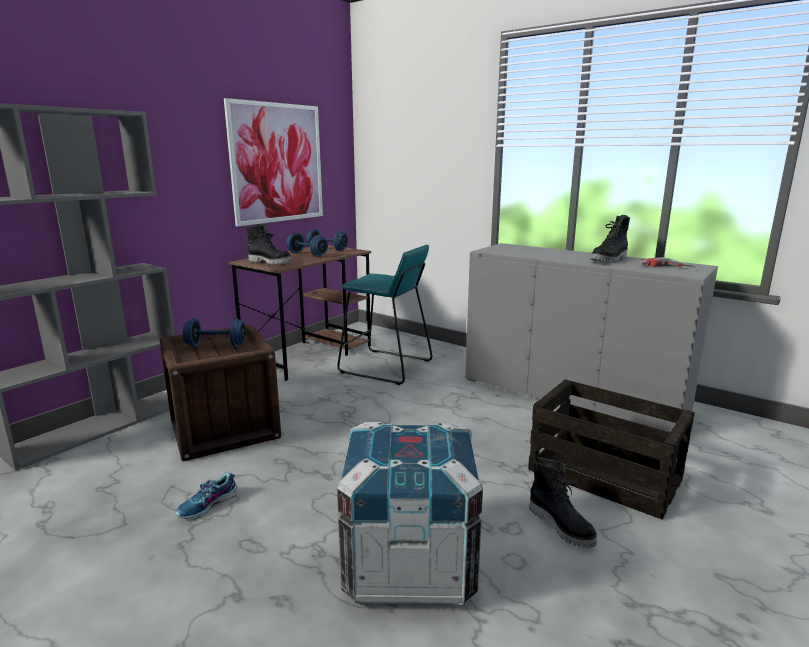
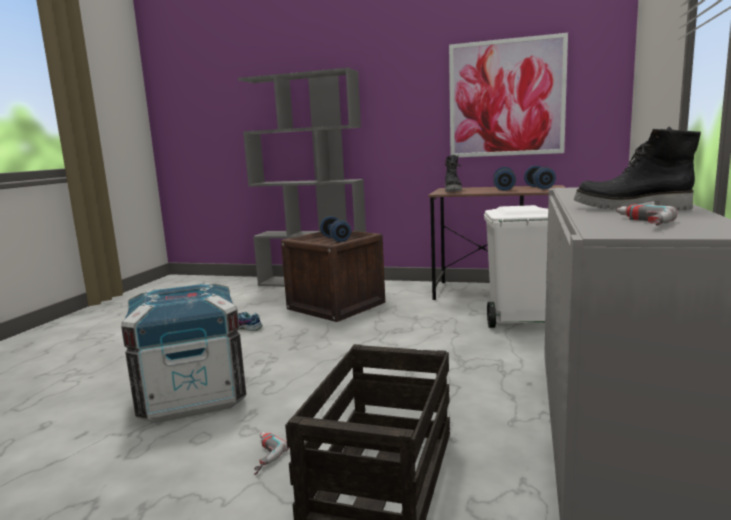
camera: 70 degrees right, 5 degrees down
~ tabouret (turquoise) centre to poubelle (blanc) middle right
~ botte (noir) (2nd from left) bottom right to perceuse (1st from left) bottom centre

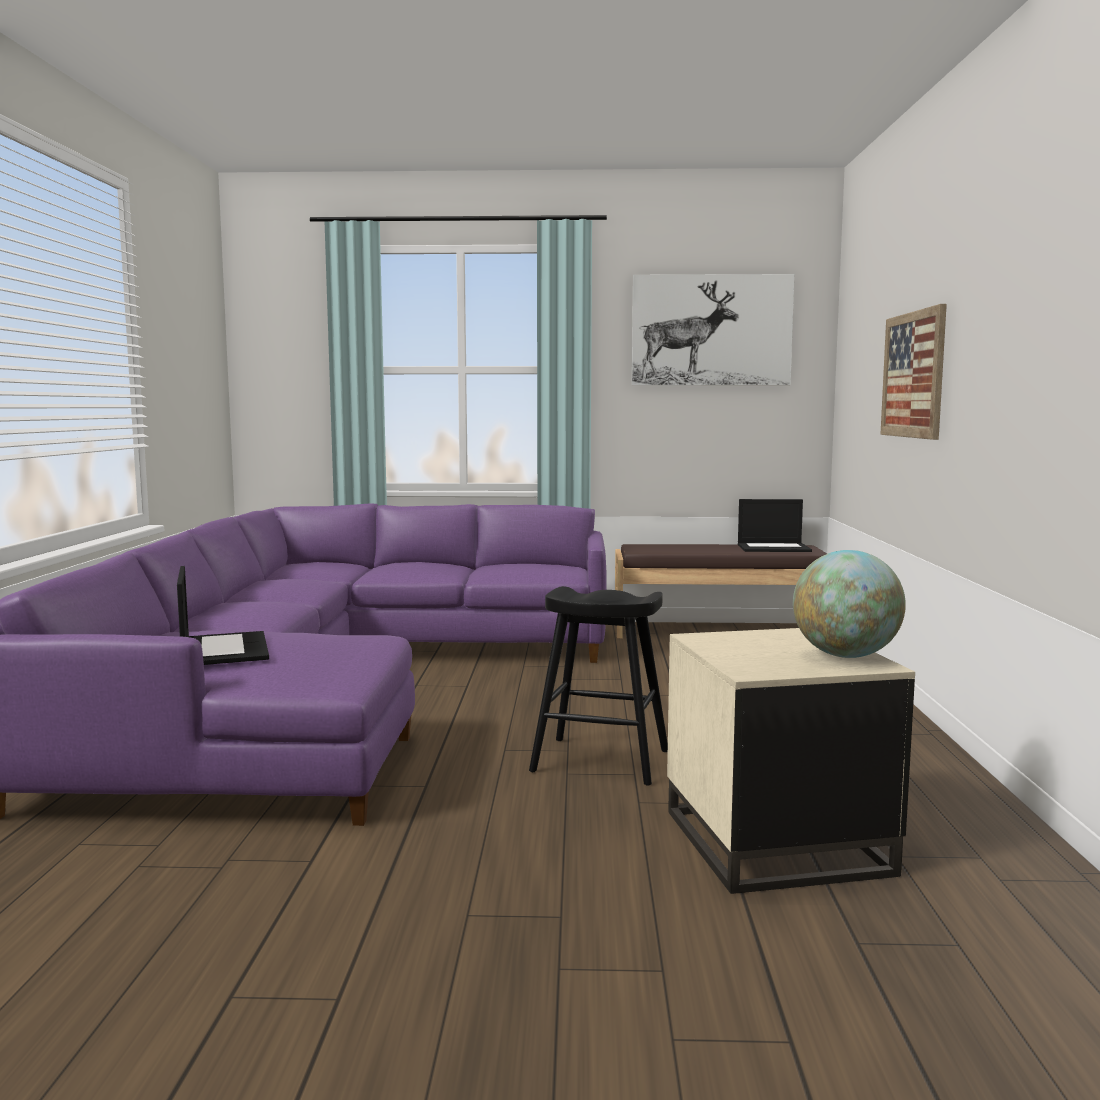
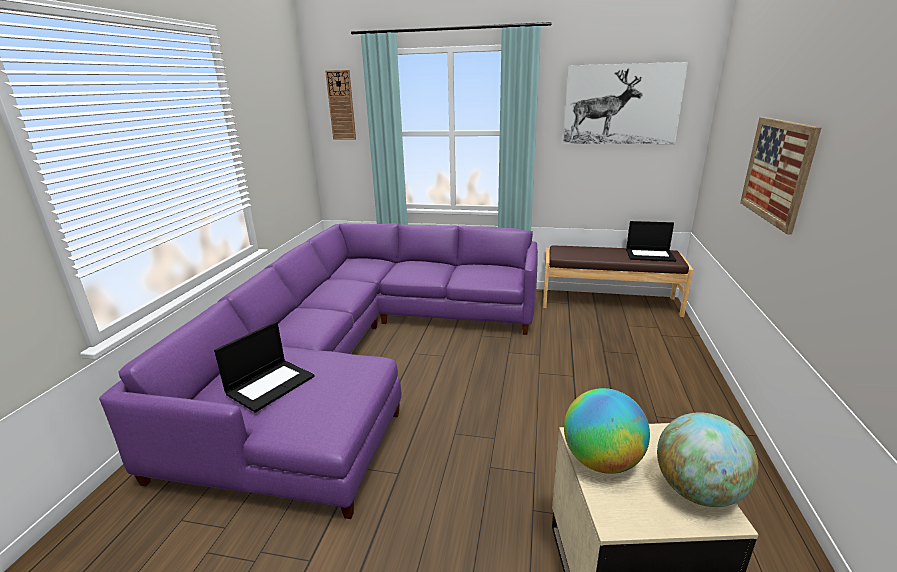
camera: 10 degrees right, 15 degrees up
~ ordinateur portable (1st from left) middle left = middle left 45 degrees clockwise
- tabouret (noir) centre
+ horloge murale top centre
+ globe (1st from left) bottom right

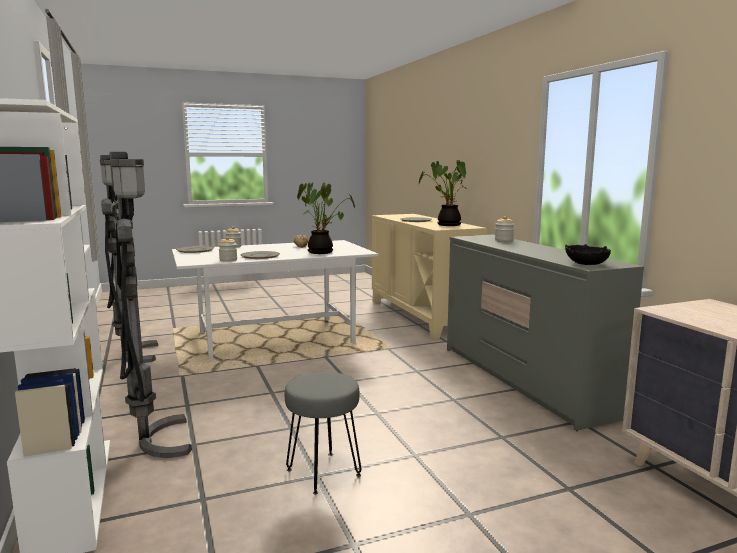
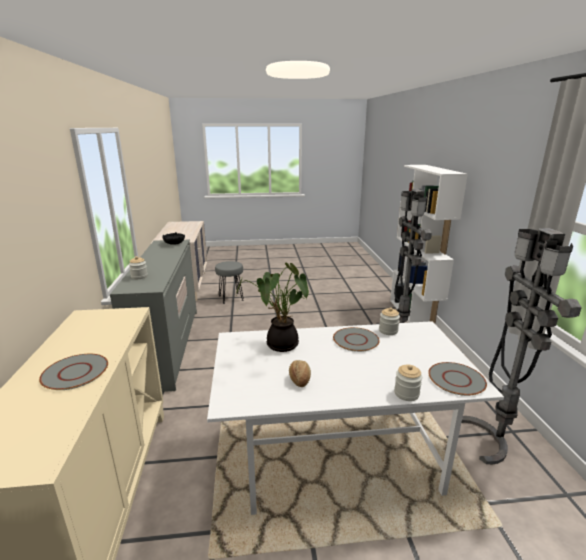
camera: 165 degrees left, 10 degrees up
- plante en pot (2nd from left) centre
~ tabouret (gris) bottom centre to centre

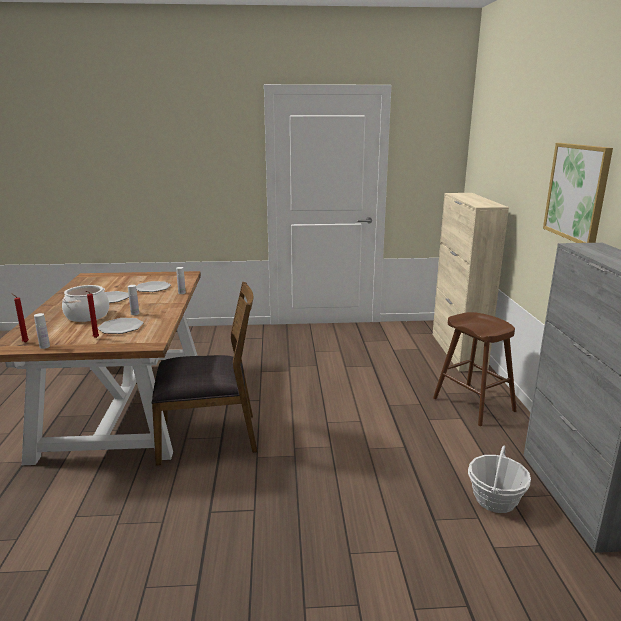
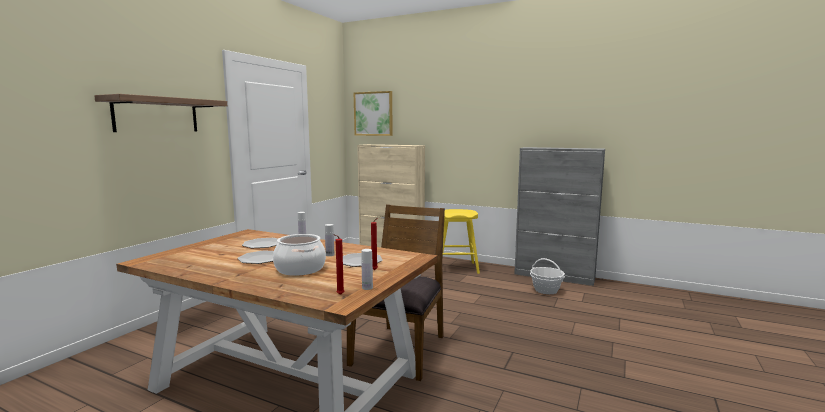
camera: 60 degrees left, 10 degrees down
~ tableau top right to top centre
~ tabouret (marron) middle right to tabouret (jaune) centre
+ étagère top left

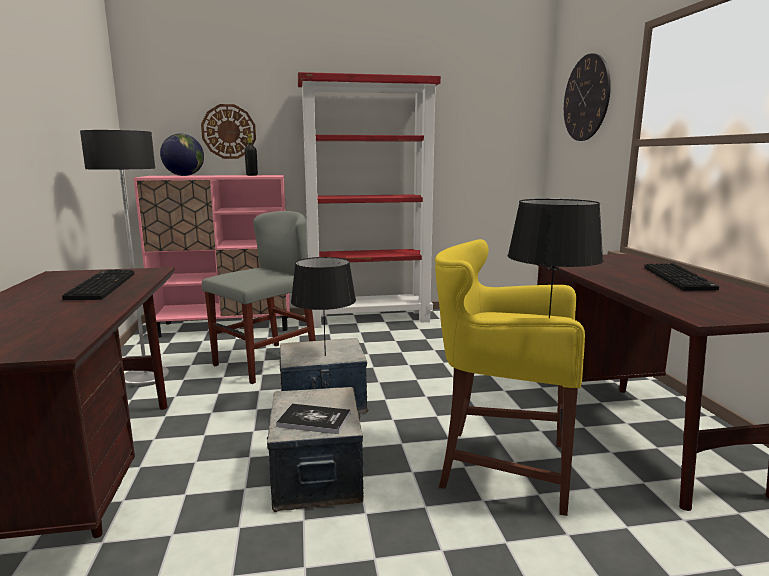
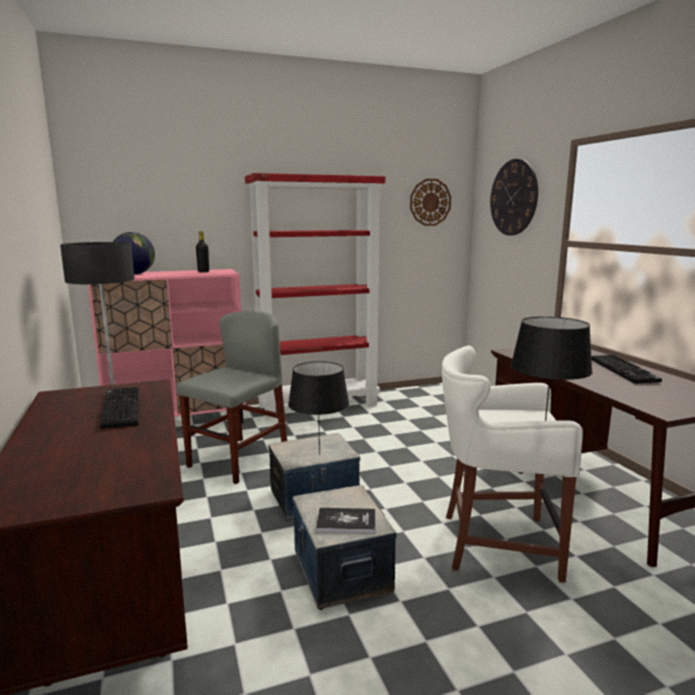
camera: 10 degrees left, 0 degrees up
~ horloge murale (1st from left) top left to top centre
~ tabouret (jaune) centre to tabouret (blanc) bottom right

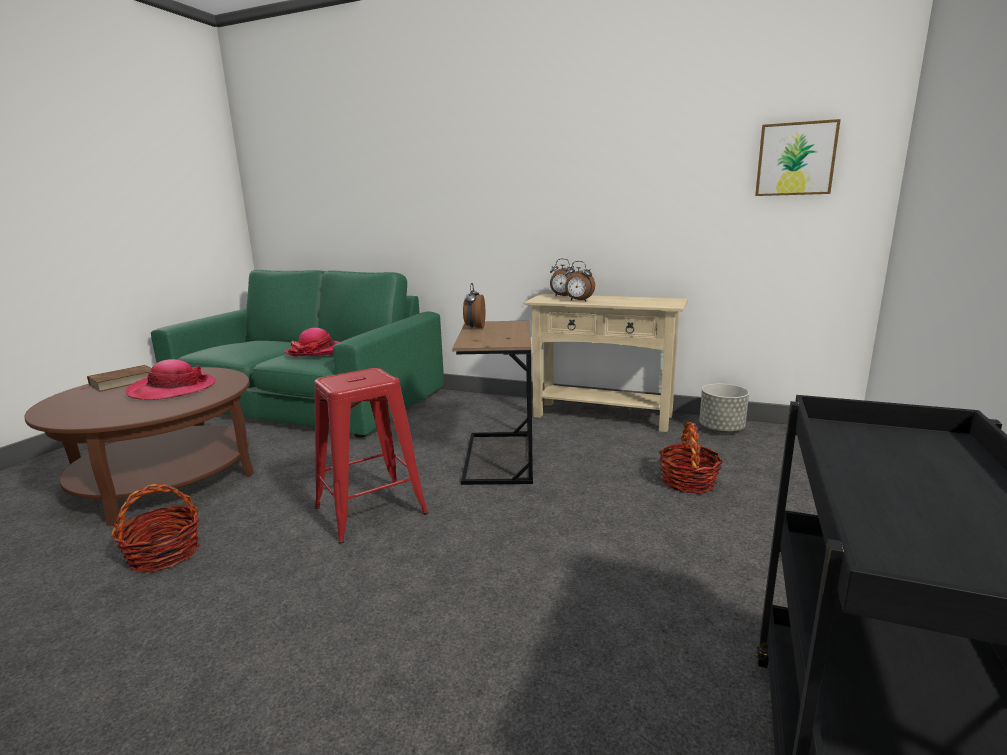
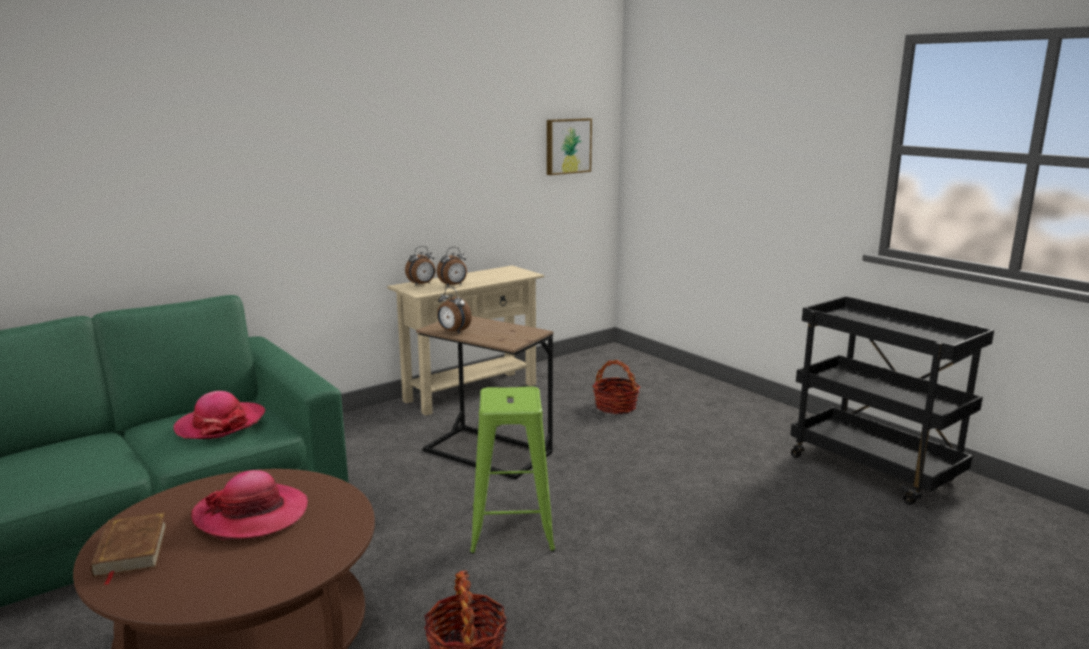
camera: 60 degrees left, 0 degrees up
~ tabouret (rouge) centre to tabouret (vert) bottom centre
- cache-pot (gris) middle right

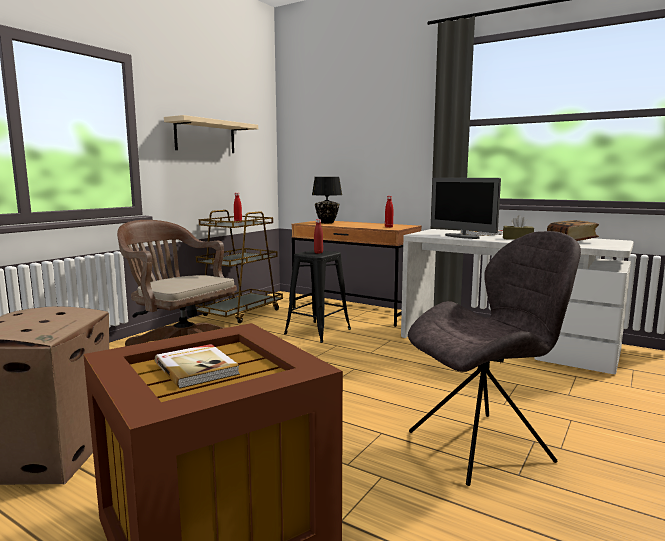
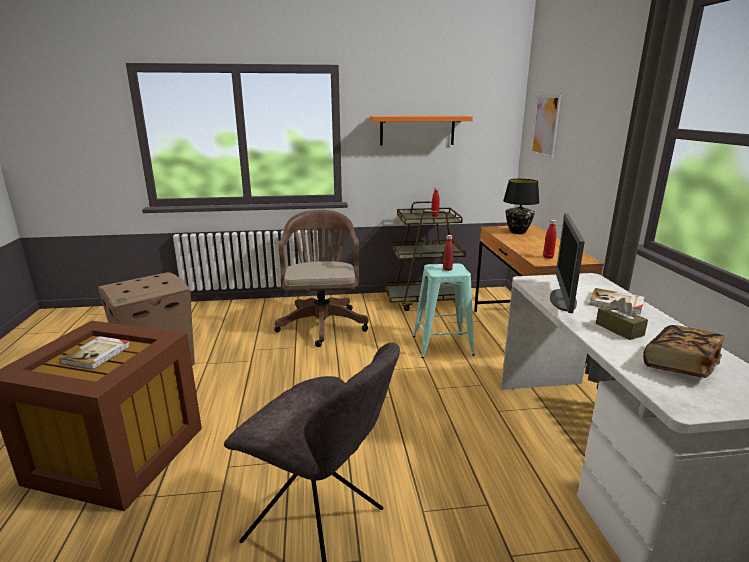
camera: 50 degrees right, 10 degrees up
~ étagère (beige) top left to étagère (orange) top centre
~ tabouret (noir) centre to tabouret (turquoise) centre
+ tableau top right

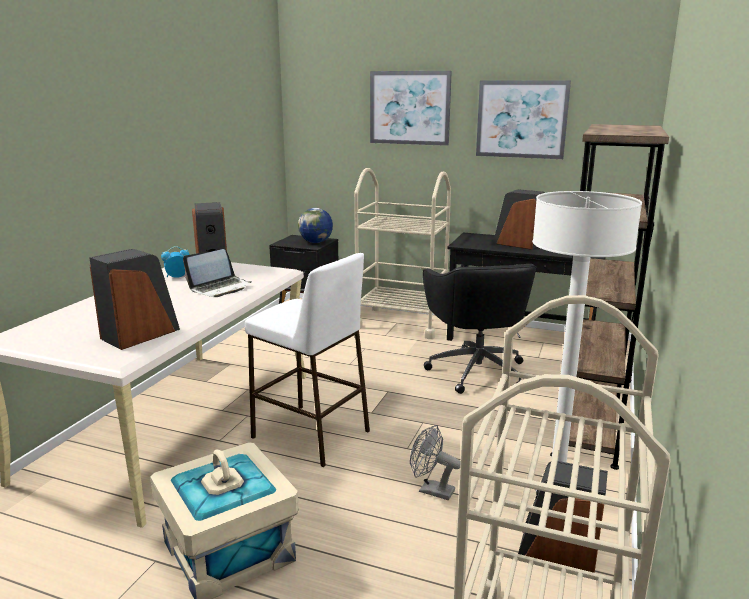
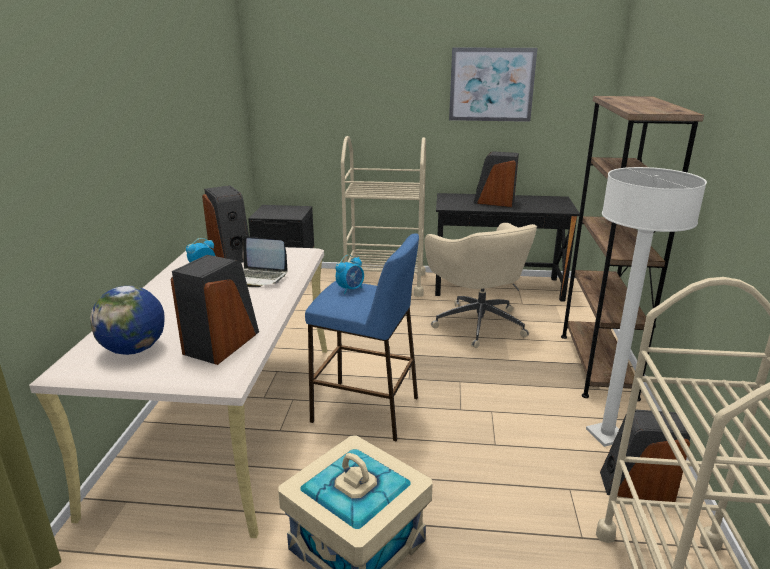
camera: 15 degrees left, 5 degrees up
- tableau (1st from left) top centre
~ globe centre to middle left
~ ordinateur portable middle left = centre 75 degrees clockwise
~ tabouret (blanc) centre to tabouret (bleu) centre
~ chaise de bureau (noir) centre to chaise de bureau (beige) centre
- ventilateur (gris) bottom centre
+ réveil (2nd from left) centre

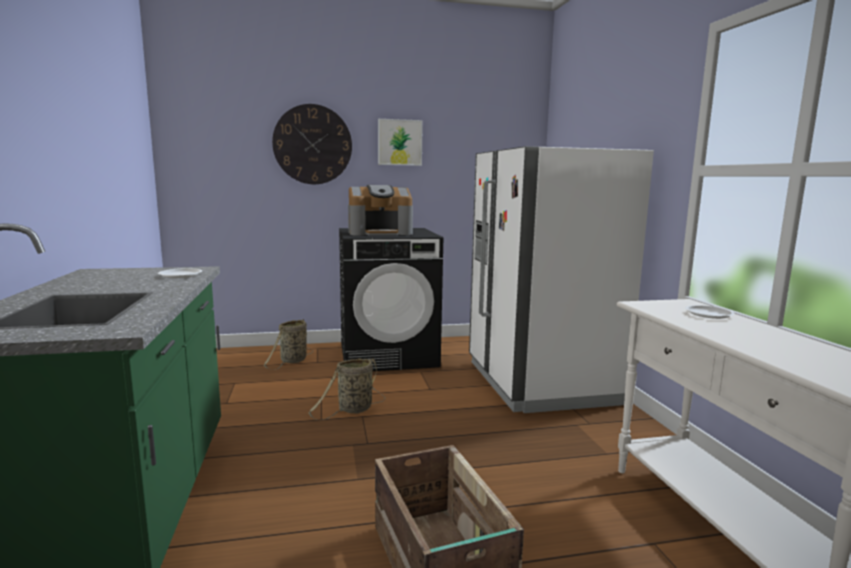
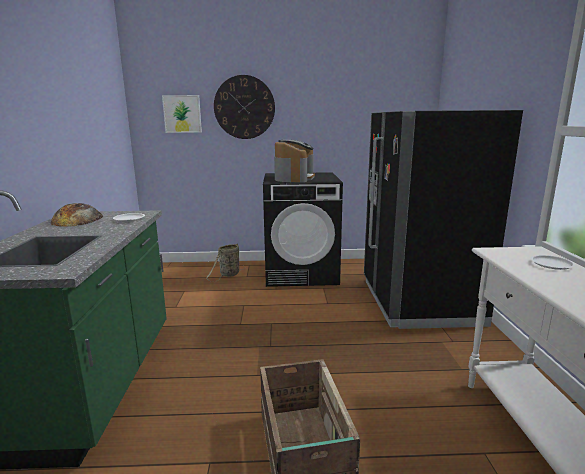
camera: 10 degrees right, 5 degrees up
~ tableau top centre to top left
~ réfrigérateur (blanc) centre to réfrigérateur (noir) middle right
~ machine à café centre = centre 75 degrees counterclockwise
- panier (2nd from left) bottom centre
+ pain middle left

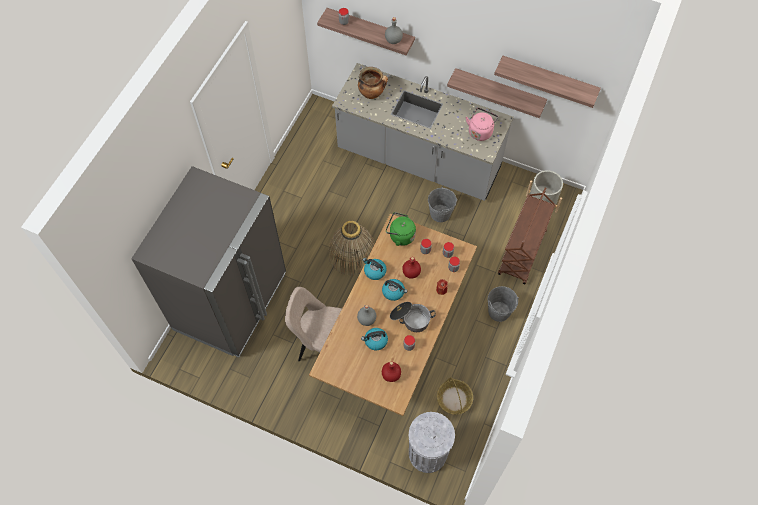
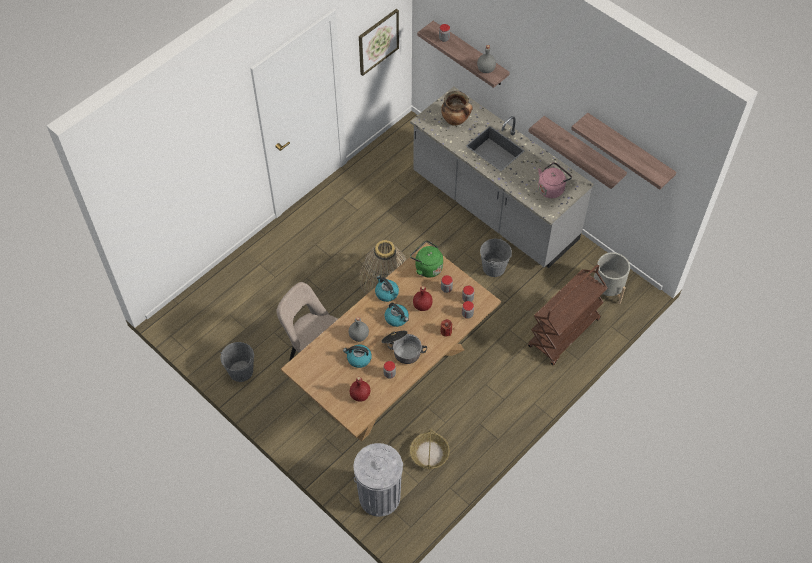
camera: 20 degrees right, 5 degrees down
- réfrigérateur (gris) middle left
~ seau (gris) (2nd from left in the first image) centre to seau (gris) (1st from left) middle left
+ tableau top centre

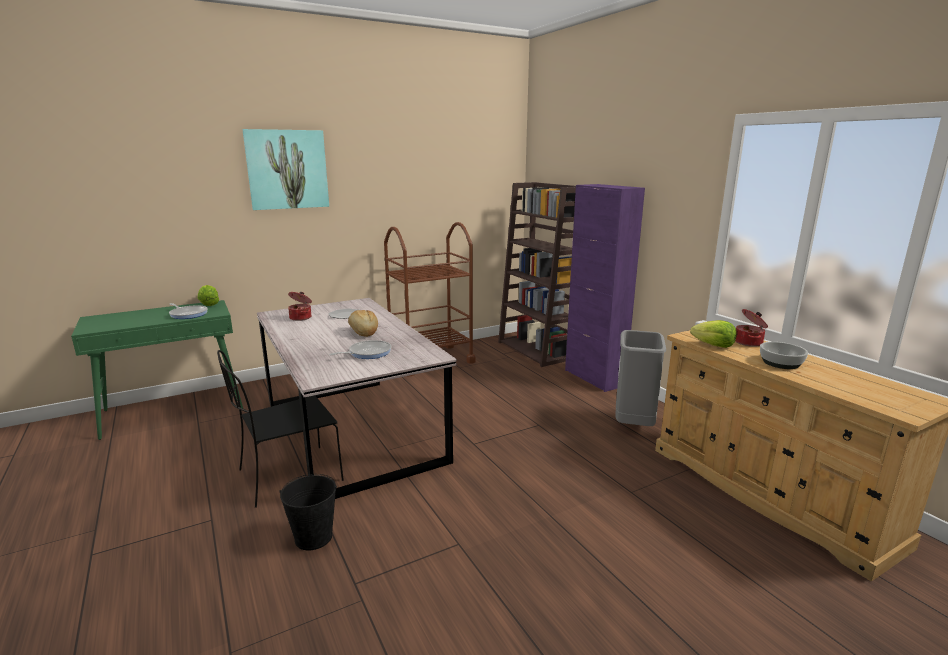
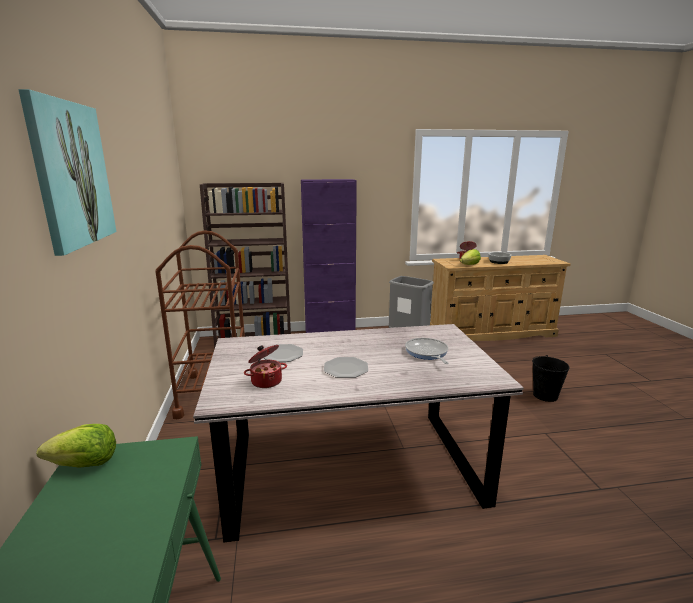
camera: 70 degrees left, 0 degrees up
- poêle (1st from left) middle left
- pain centre
- chaise (noir) middle left
~ seau (noir) bottom left to middle right
+ assiette (2nd from left) centre

